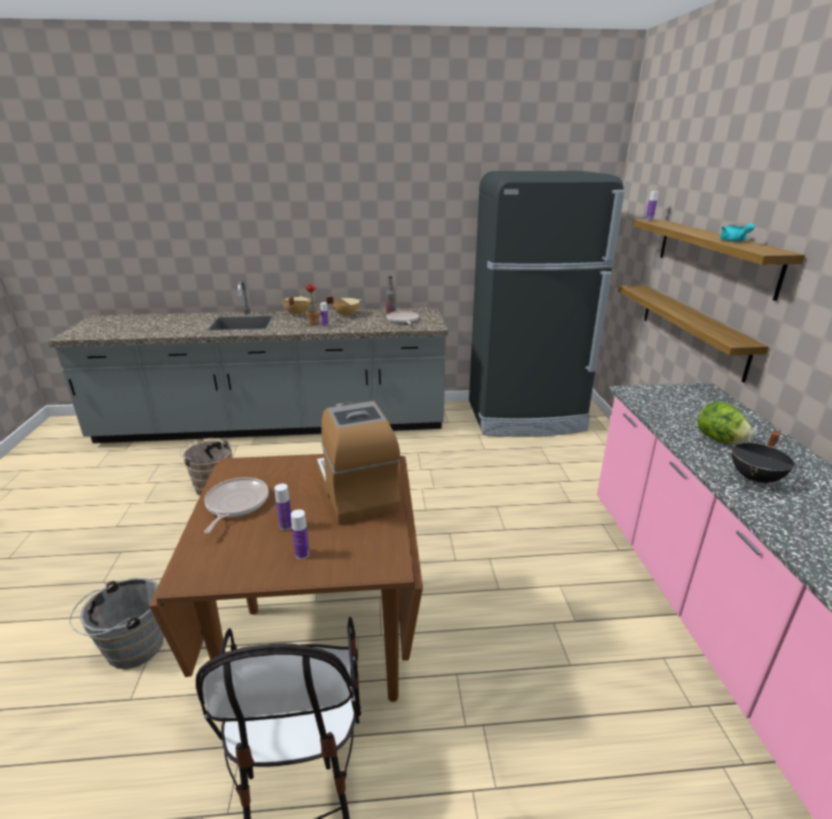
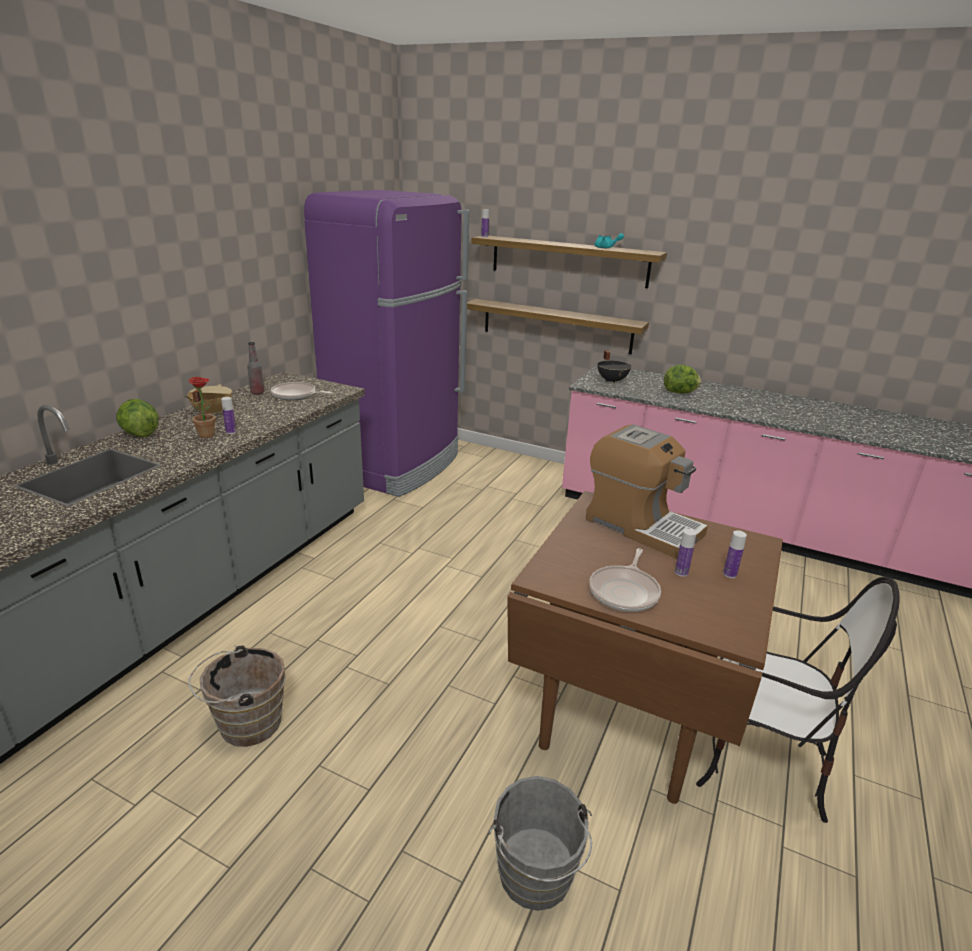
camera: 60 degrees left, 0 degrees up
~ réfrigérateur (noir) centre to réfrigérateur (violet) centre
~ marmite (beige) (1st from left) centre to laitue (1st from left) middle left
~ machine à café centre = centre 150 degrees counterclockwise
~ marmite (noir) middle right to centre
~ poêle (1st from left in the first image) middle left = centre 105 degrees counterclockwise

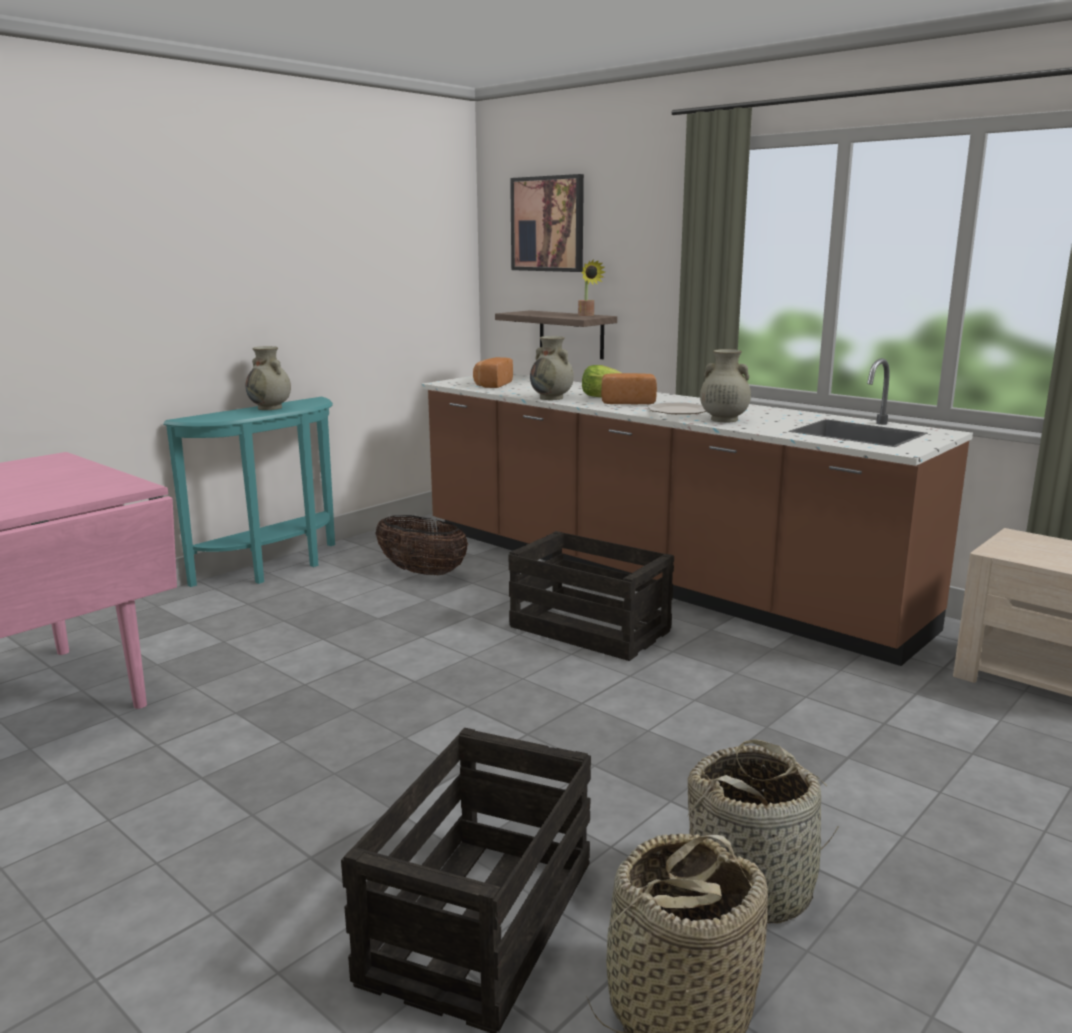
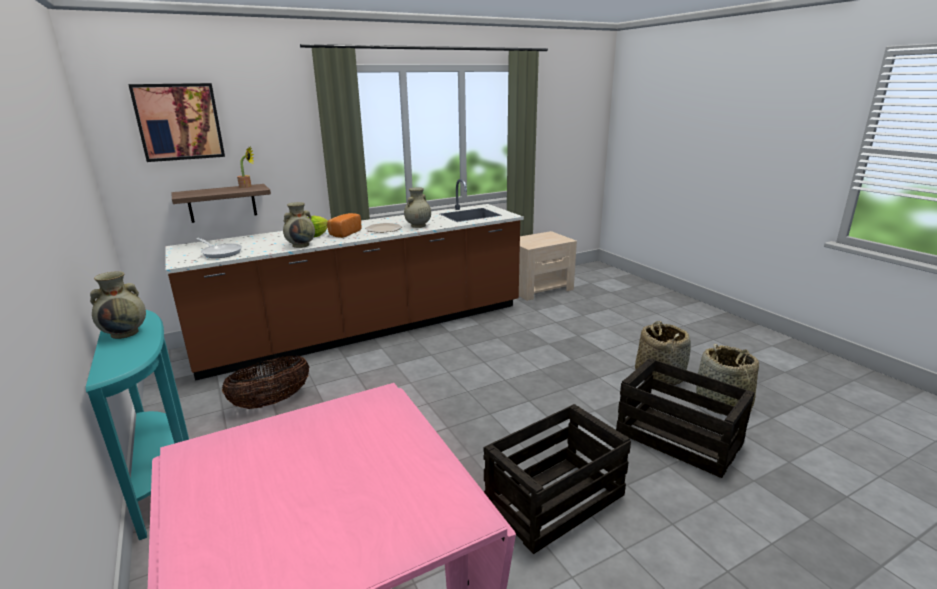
camera: 70 degrees left, 5 degrees up
~ pain (1st from left) centre to poêle middle left
~ caisse (2nd from left in the first image) centre to caisse (1st from left) bottom centre

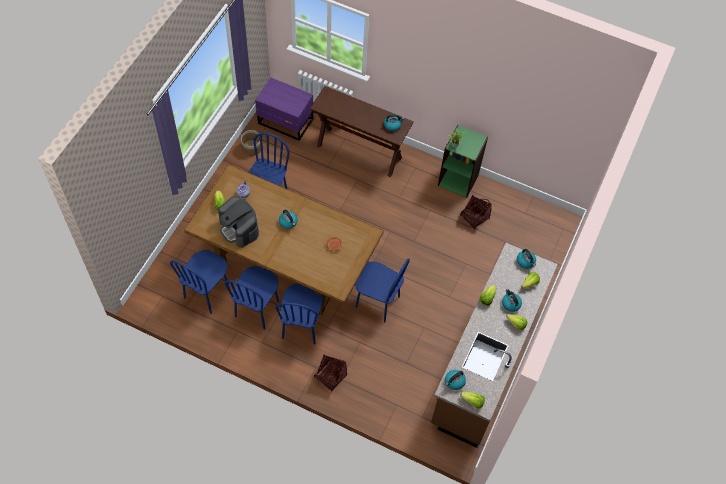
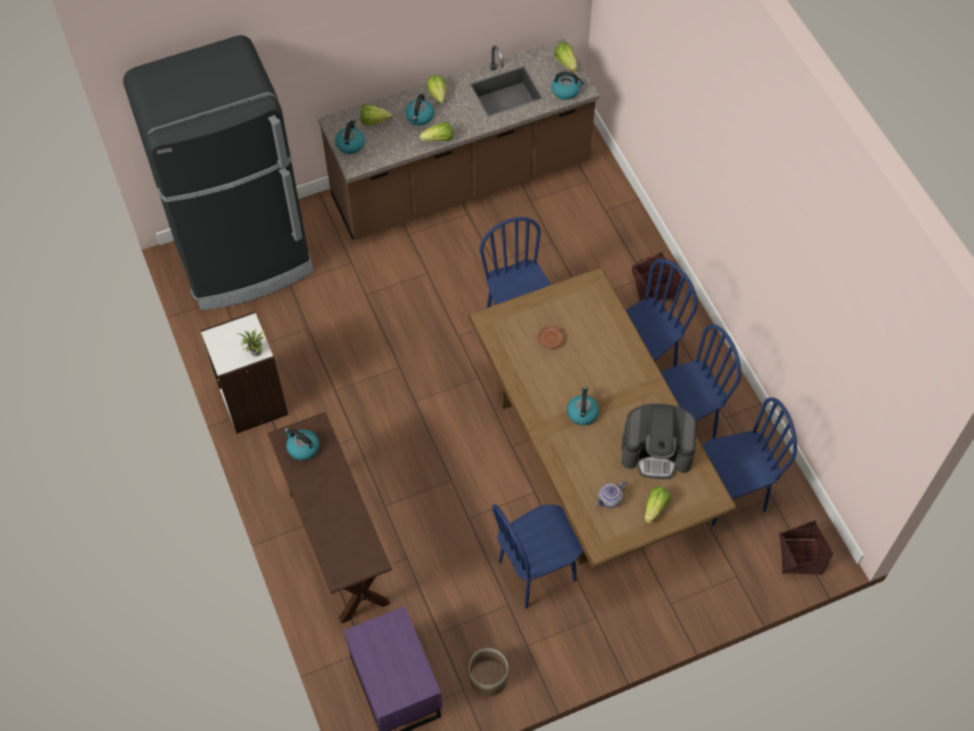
camera: 135 degrees left, 0 degrees up
~ bibliothèque (vert) top centre to bibliothèque (blanc) middle left
~ panier (2nd from left) centre to bottom right
~ machine à café middle left = middle right 90 degrees clockwise
+ réfrigérateur (noir) top left

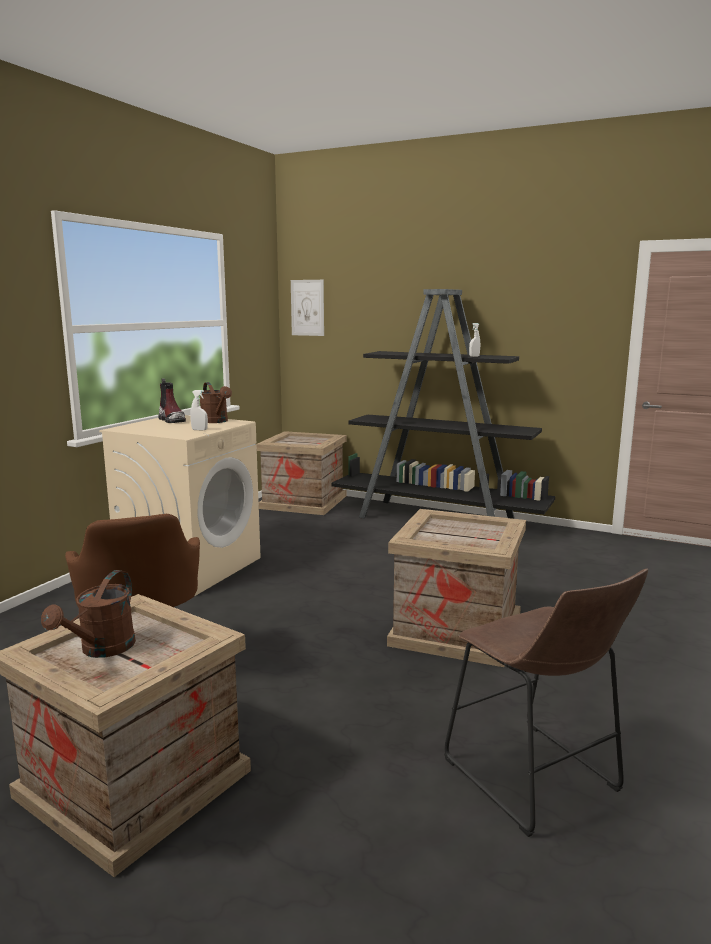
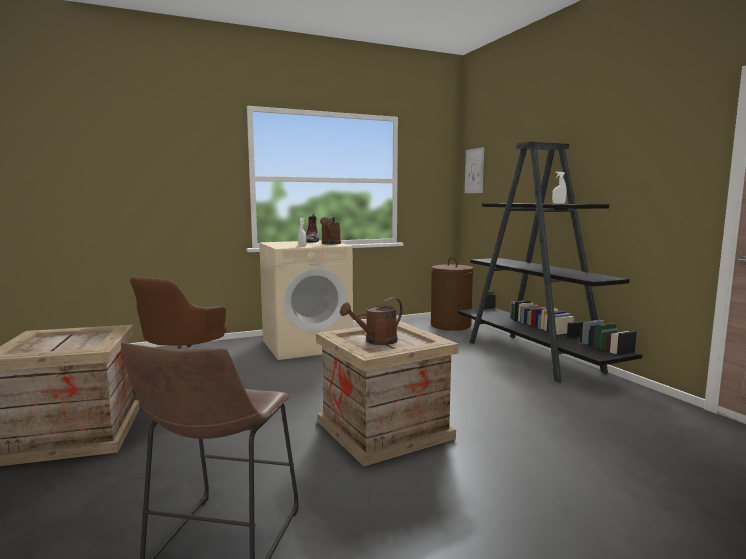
camera: 40 degrees right, 5 degrees down
~ caisse (2nd from left) centre to panier à linge (marron) centre
~ arrosoir (marron) (1st from left in the first image) middle left to arrosoir (marron) (2nd from left) centre

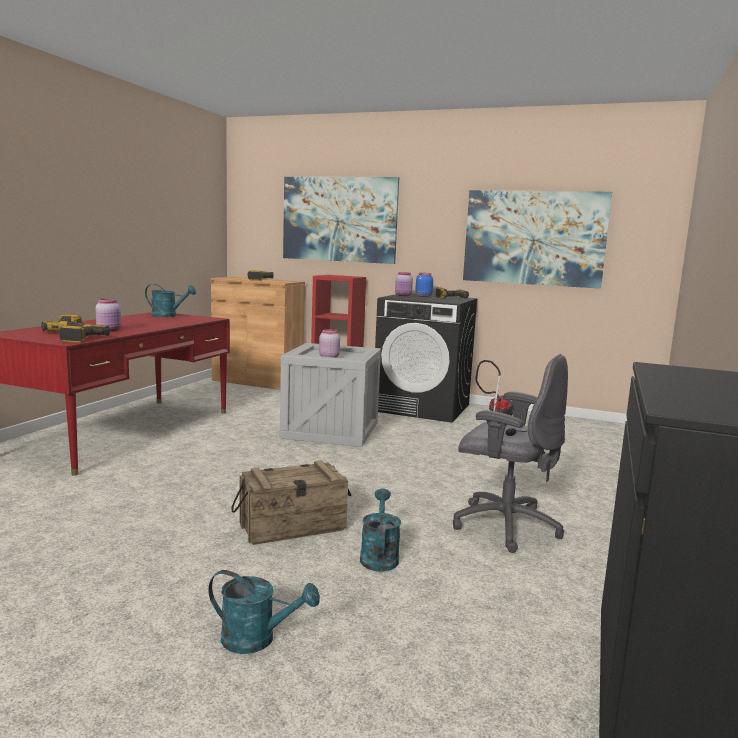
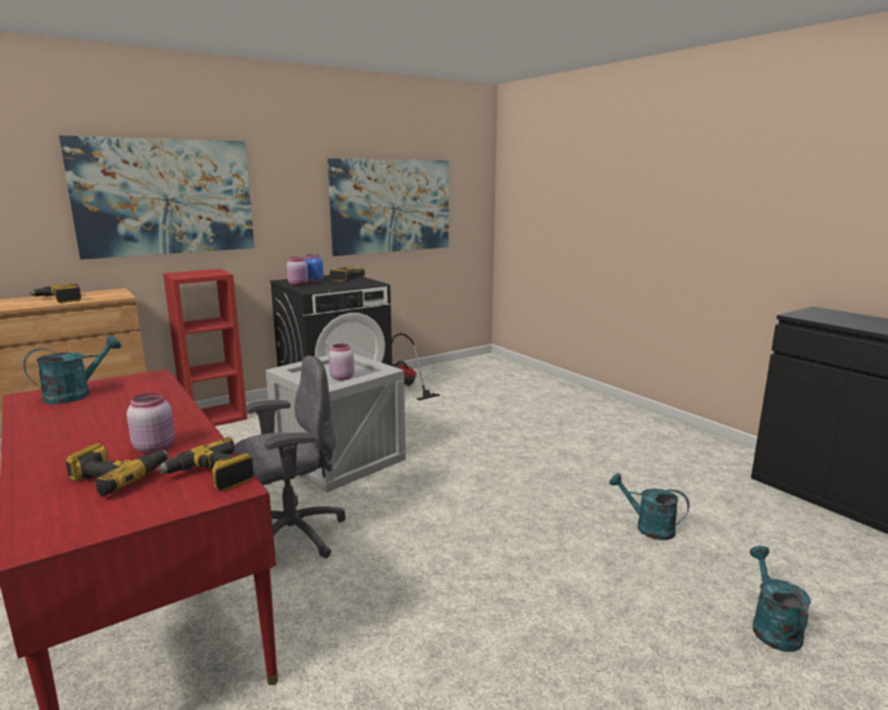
camera: 55 degrees left, 5 degrees up
~ chaise de bureau (gris) middle right to middle left
- caisse (1st from left) bottom centre
~ arrosoir (turquoise) (2nd from left in the first image) bottom centre = bottom right 45 degrees counterclockwise

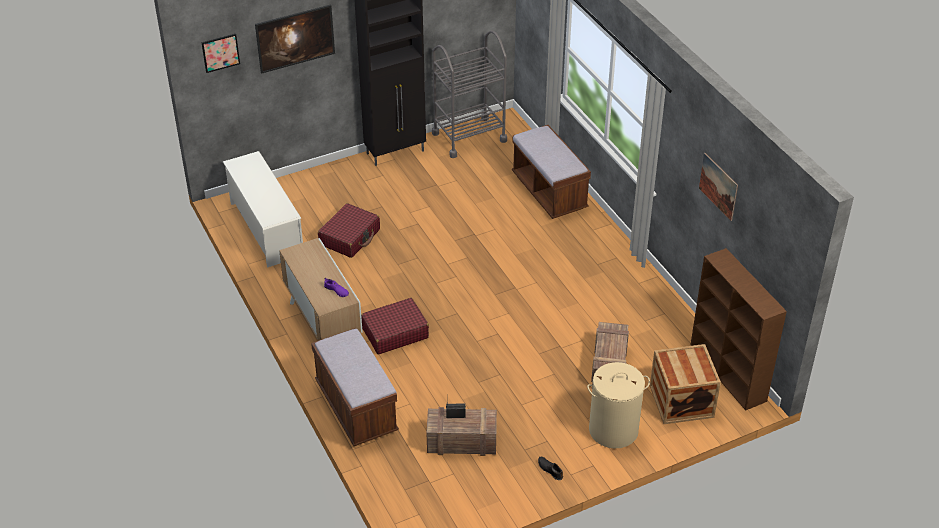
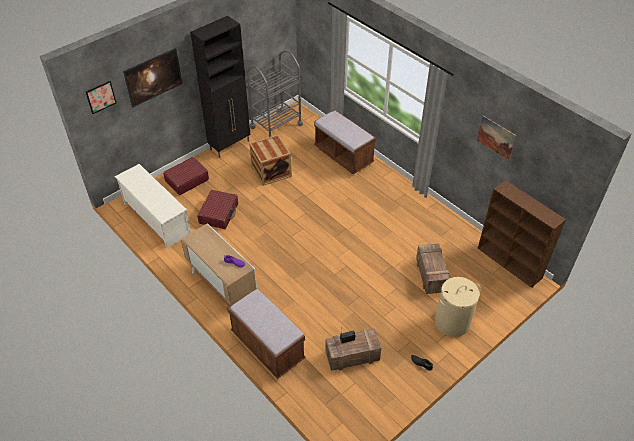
camera: 15 degrees left, 5 degrees up
~ valise (rouge) (2nd from left in the first image) centre to valise (rouge) (1st from left) middle left
~ caisse (3rd from left in the first image) bottom right to caisse (1st from left) centre

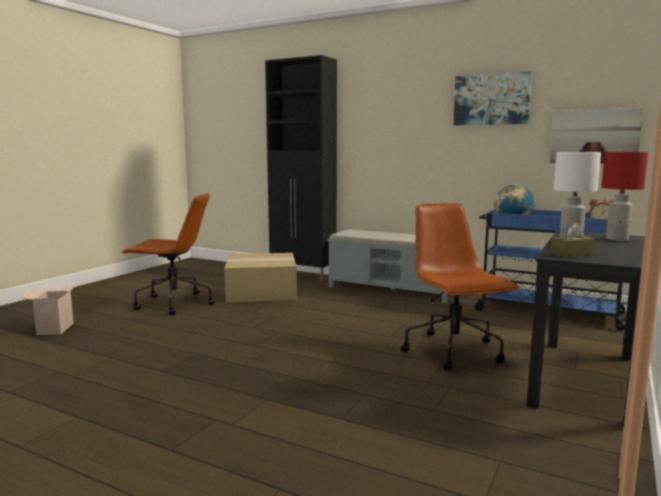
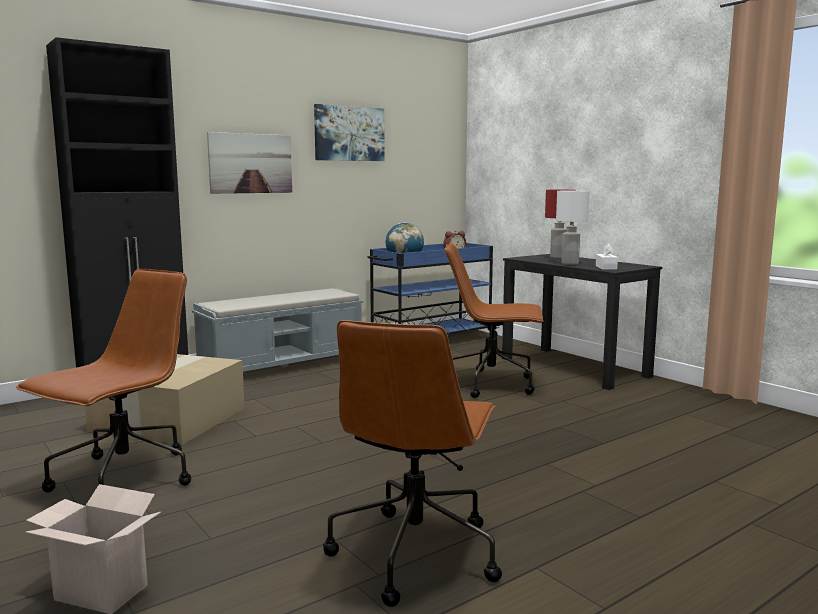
camera: 65 degrees left, 0 degrees up
~ tableau (2nd from left in the first image) top right to tableau (1st from left) top left
~ boîte à mouchoirs (marron) middle right to boîte à mouchoirs (blanc) middle right
+ chaise de bureau (marron) (2nd from left) bottom centre

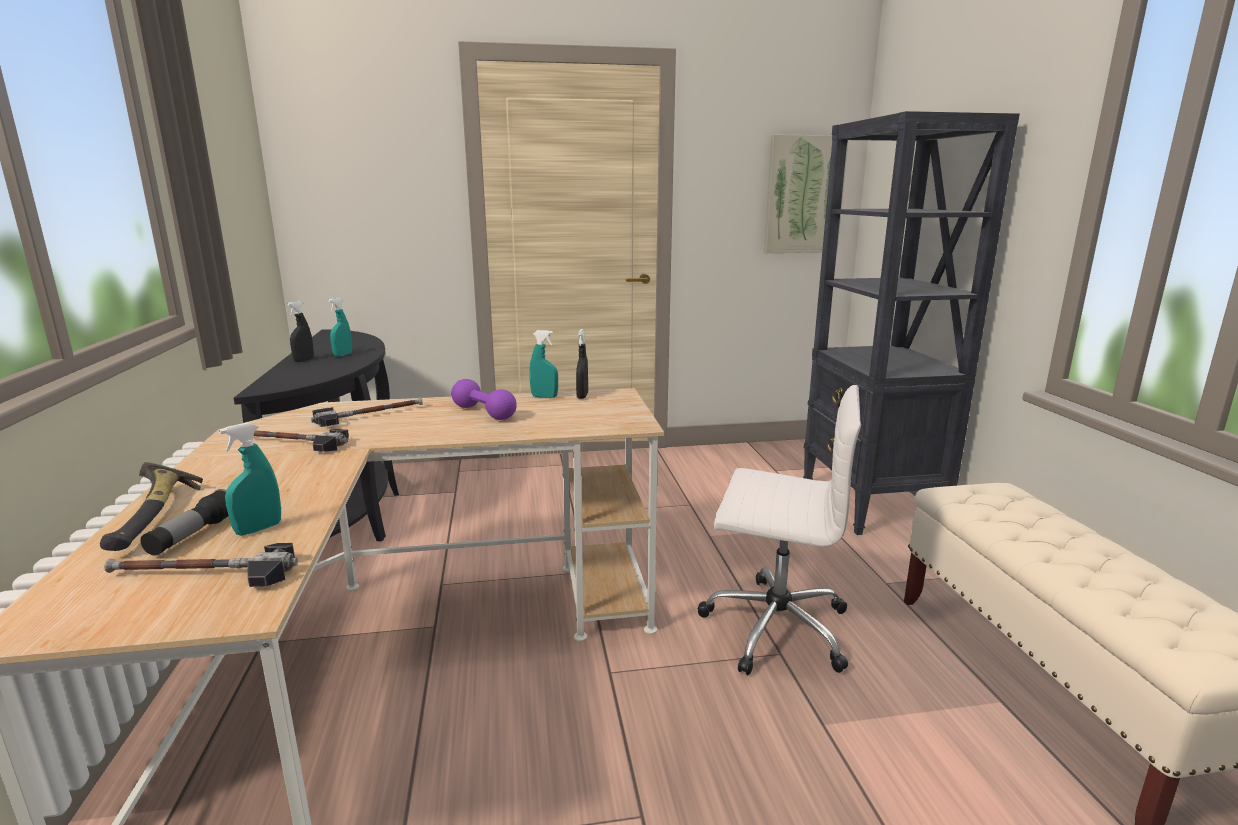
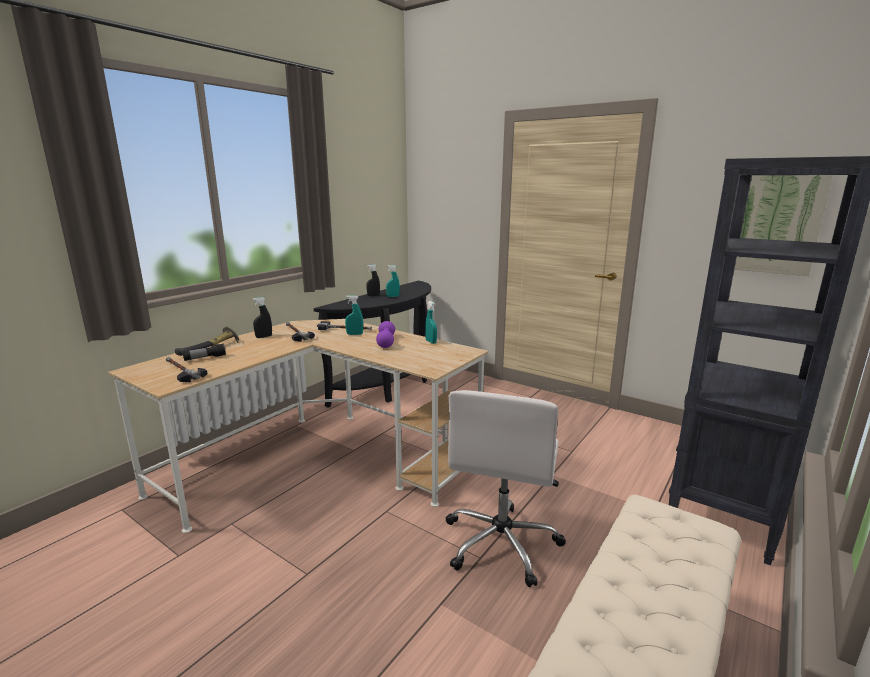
camera: 45 degrees right, 0 degrees up
~ vaporisateur (noir) (2nd from left in the first image) centre to vaporisateur (noir) (1st from left) middle left
~ chaise de bureau (blanc) centre = bottom centre 45 degrees clockwise
~ vaporisateur (turquoise) (1st from left) middle left to centre

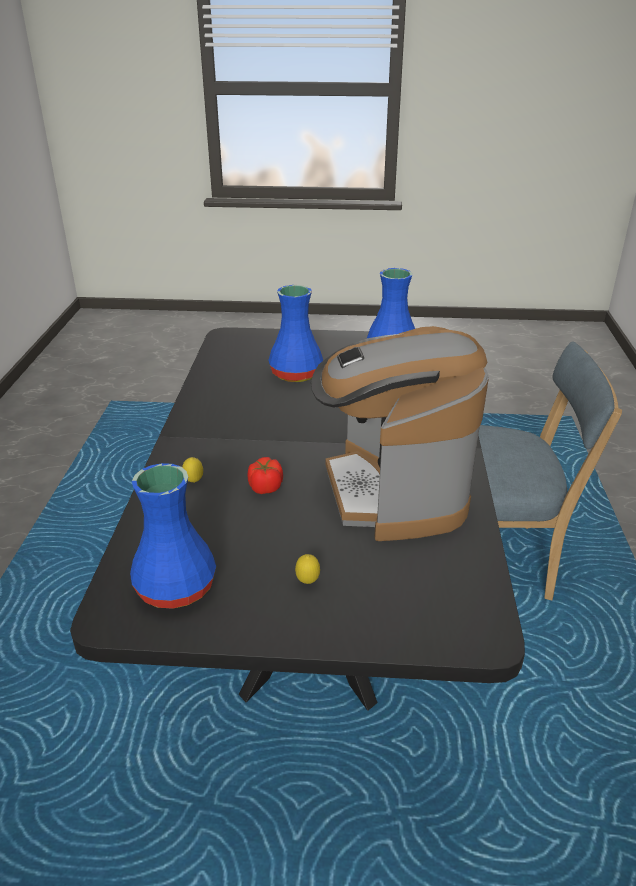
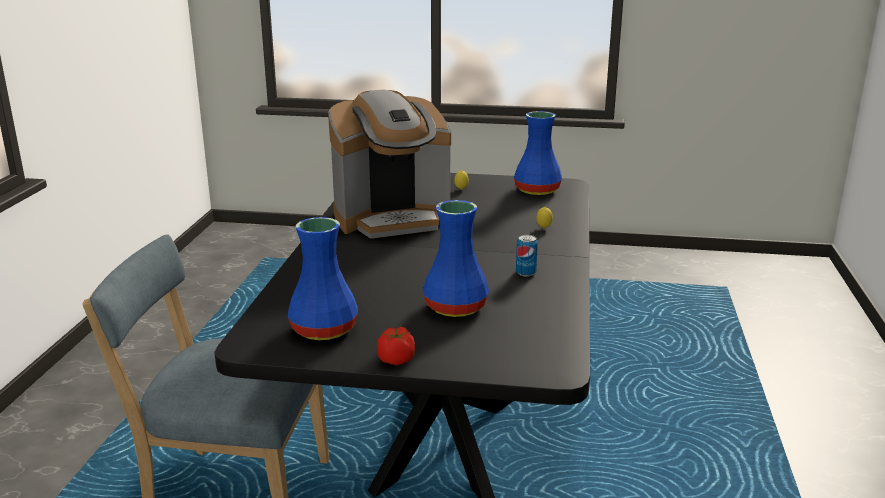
camera: 175 degrees left, 10 degrees down
~ machine à café centre = top centre 75 degrees clockwise
~ tomate centre to bottom centre
+ boîte métallique centre

